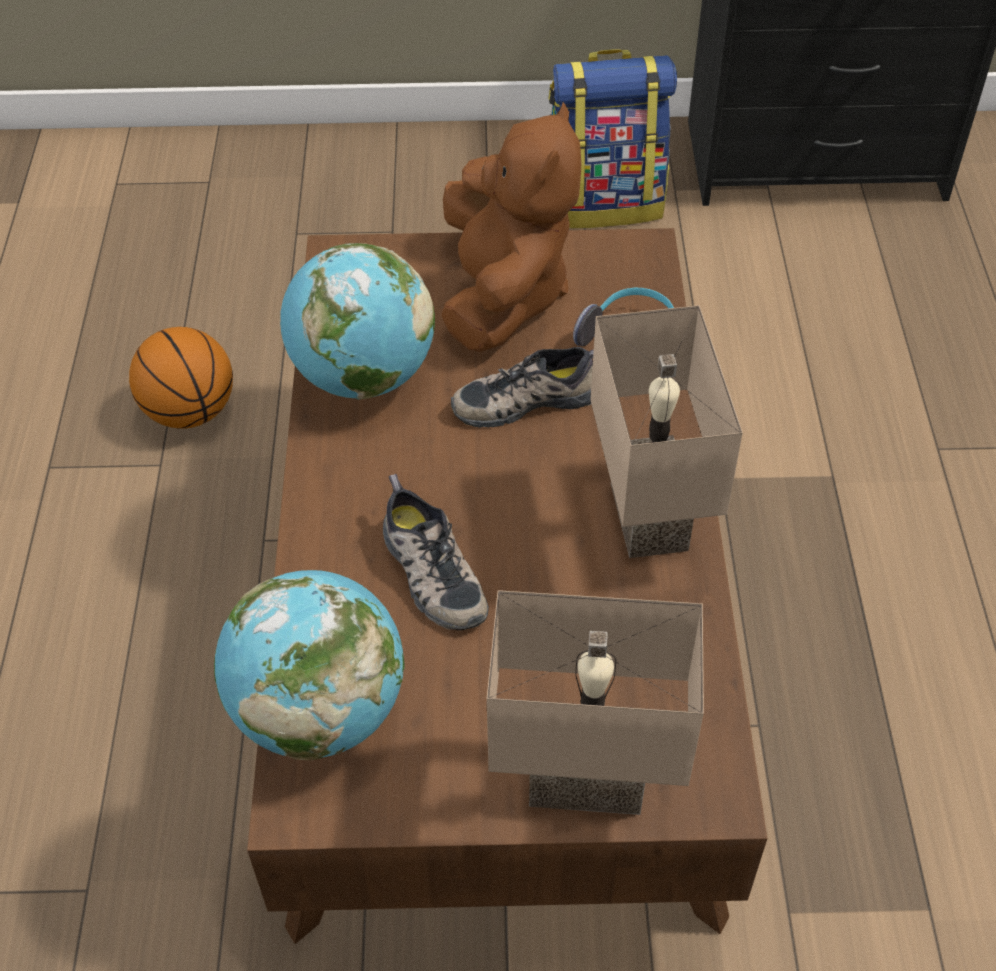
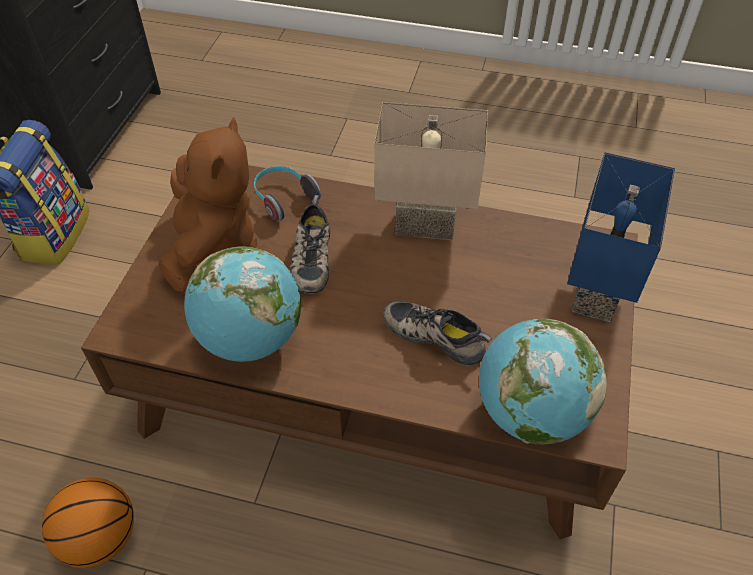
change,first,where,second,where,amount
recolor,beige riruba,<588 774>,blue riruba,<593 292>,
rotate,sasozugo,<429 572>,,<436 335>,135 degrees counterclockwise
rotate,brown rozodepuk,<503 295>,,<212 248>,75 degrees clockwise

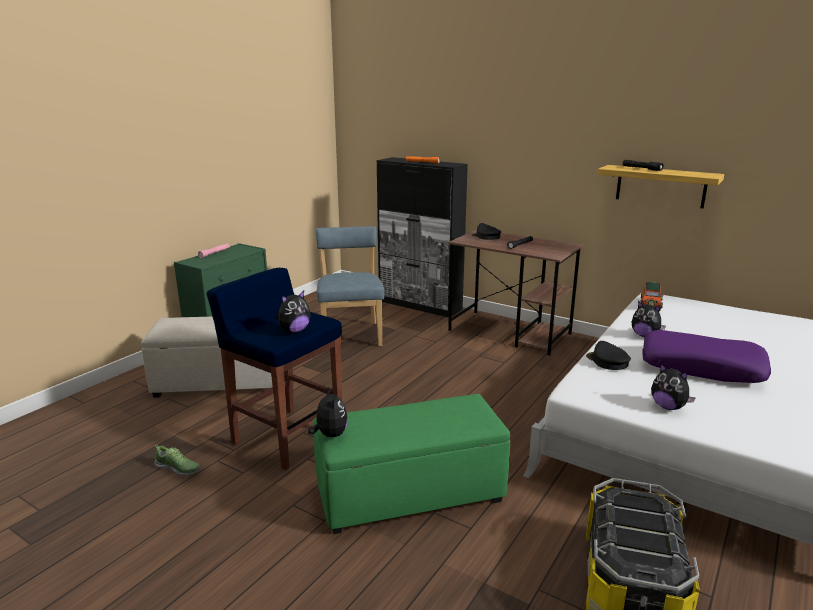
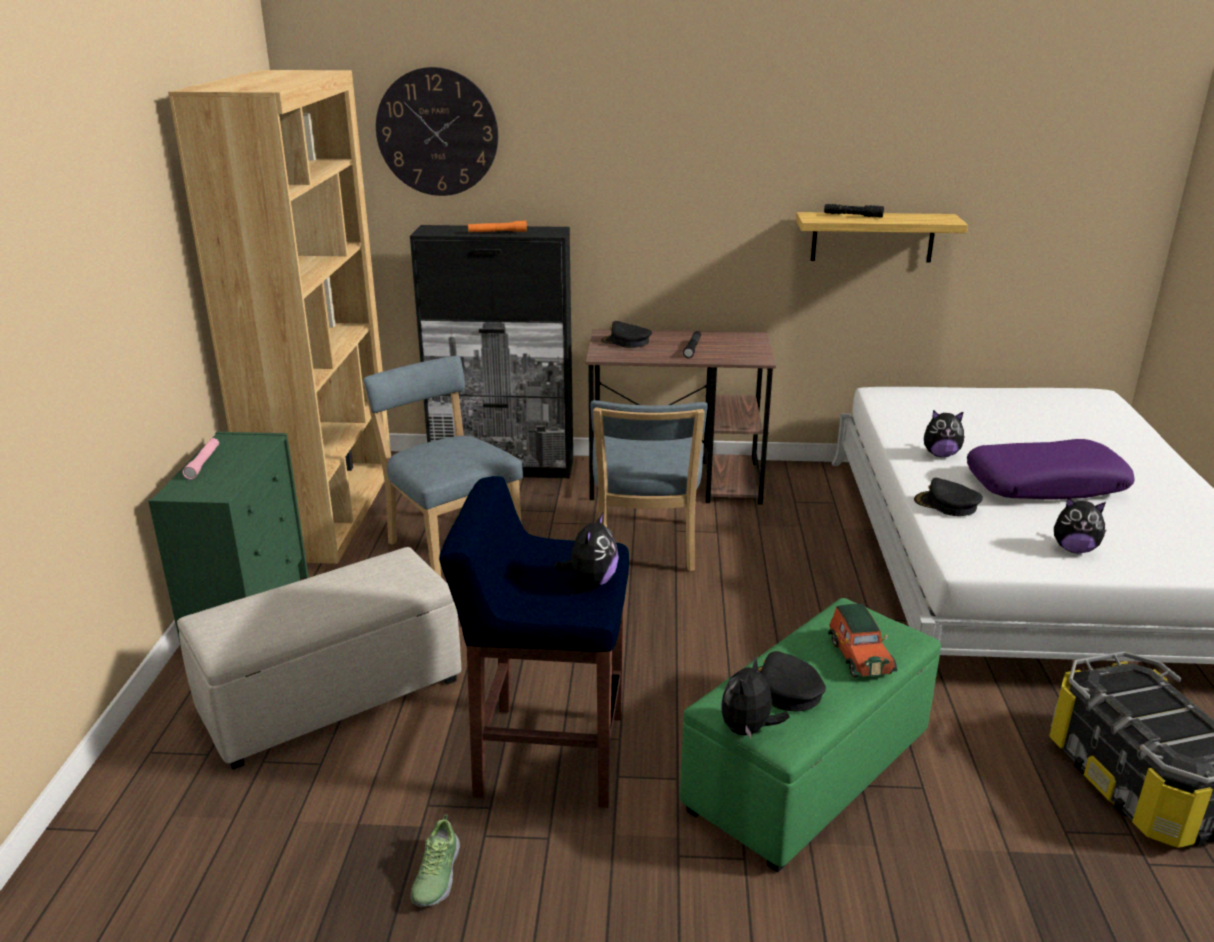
change,first,where,second,where,amount
insert,,,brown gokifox,<328 512>,
insert,,,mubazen,<437 132>,
insert,,,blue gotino,<645 548>,
insert,,,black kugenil,<785 689>,
move,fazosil,<650 304>,,<858 655>,
rotate,sasozugo,<178 468>,,<435 876>,105 degrees clockwise
rotate,rozodepuk,<330 435>,,<748 729>,105 degrees counterclockwise

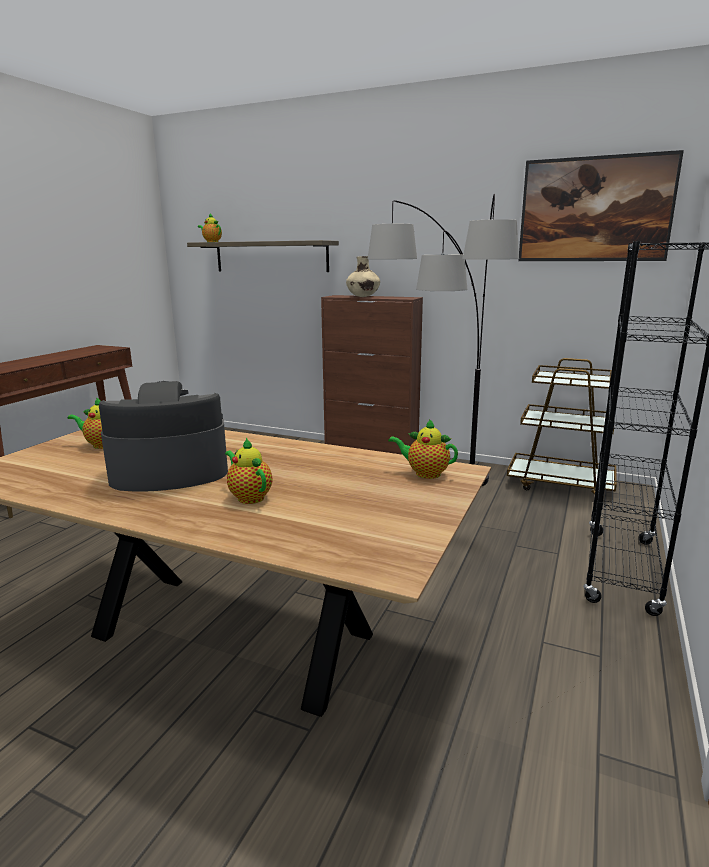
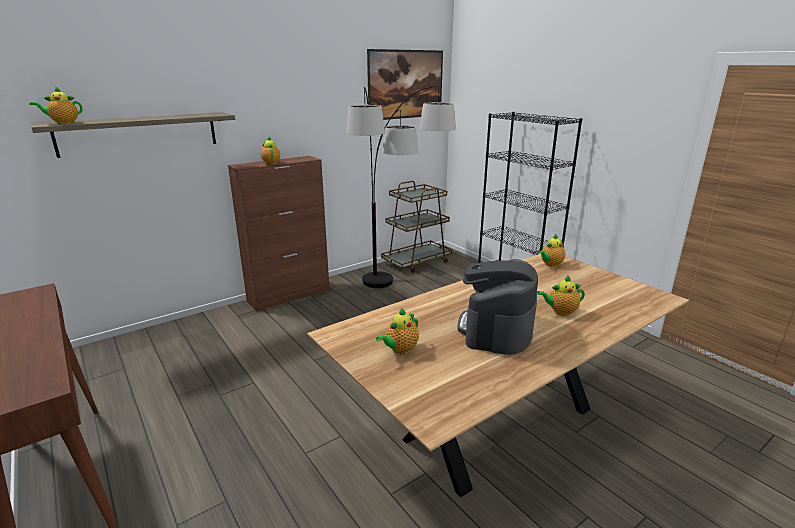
change,first,where,second,where,amount
replace,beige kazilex,<363 297>,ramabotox,<271 163>,

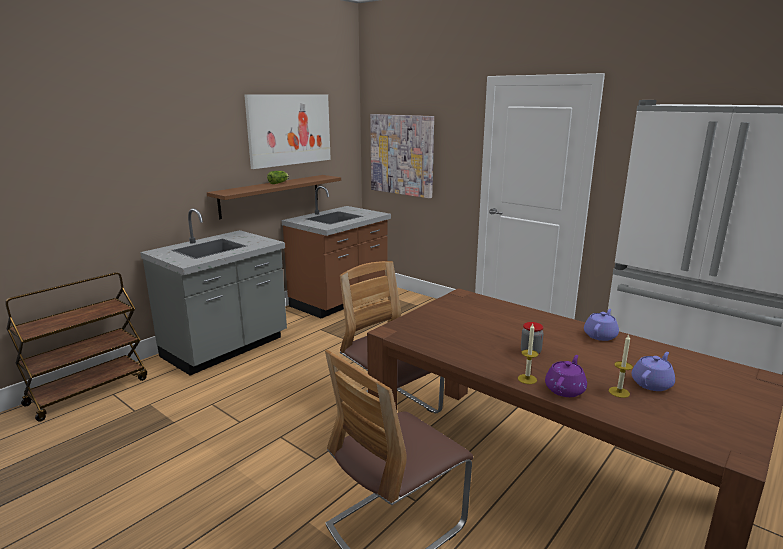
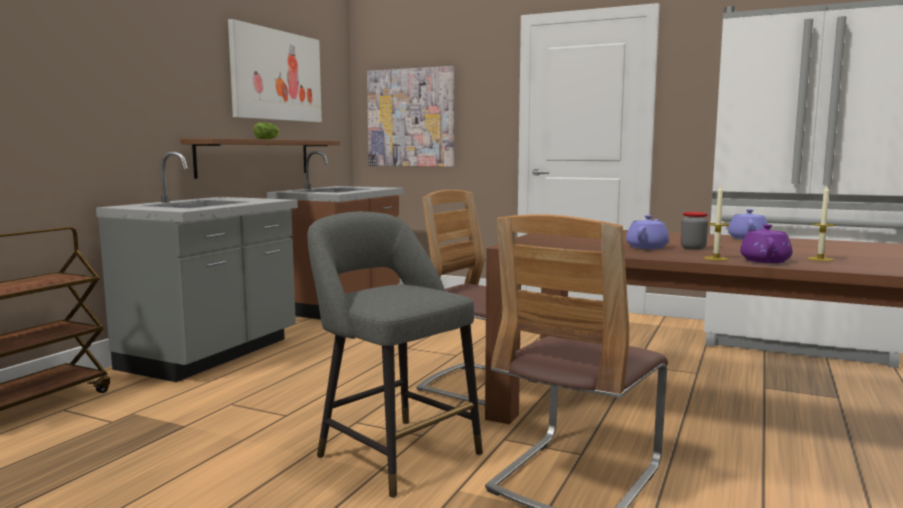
change,first,where,second,where,amount
insert,,,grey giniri,<393 452>,
move,purple ramabotox,<652 383>,,<647 247>,

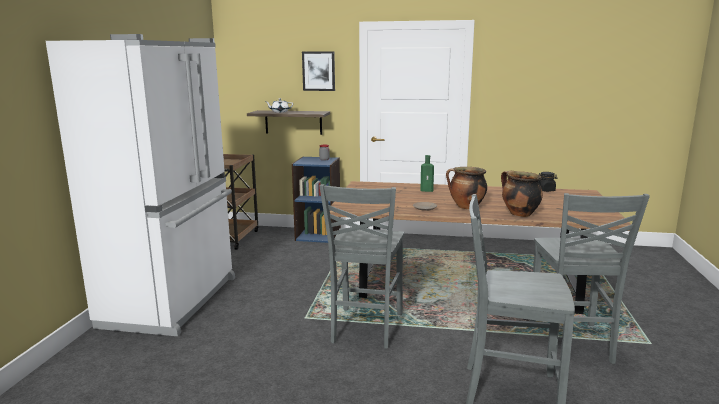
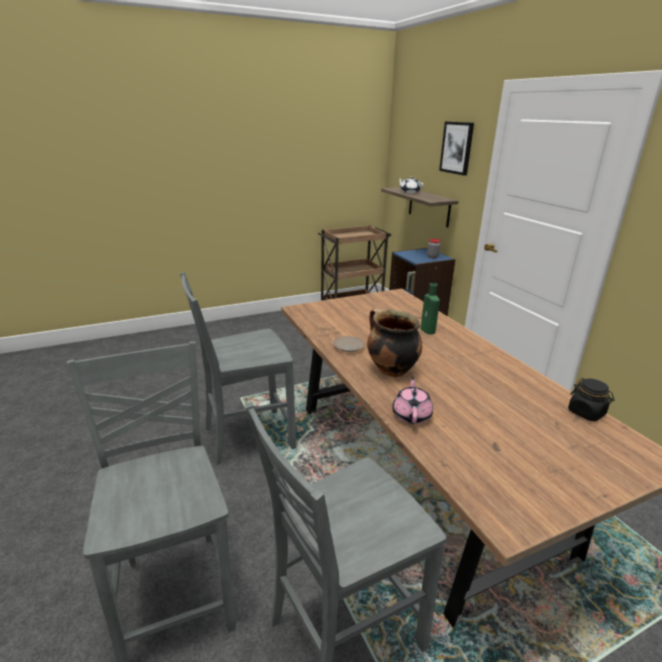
change,first,where,second,where,amount
delete,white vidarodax,<173 301>,,,
replace,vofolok,<519 214>,pink ramabotox,<411 415>,

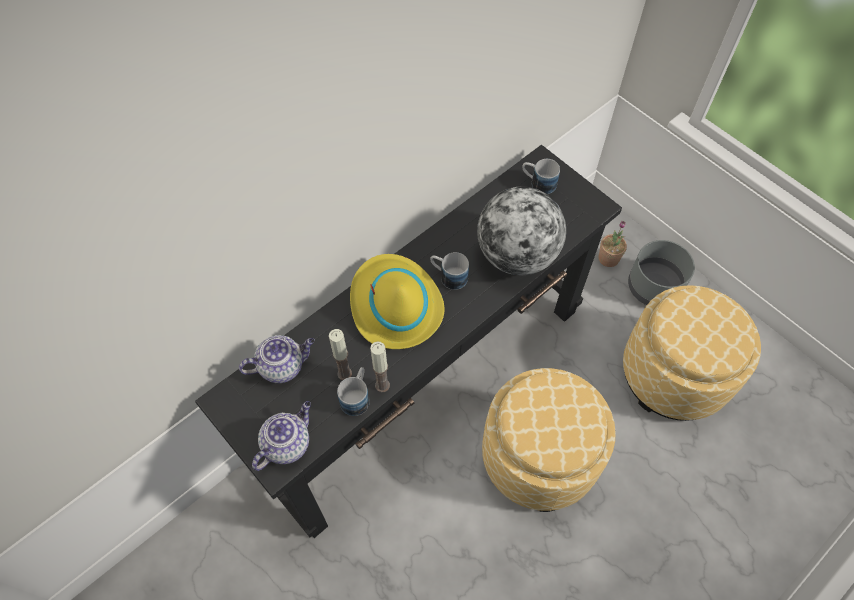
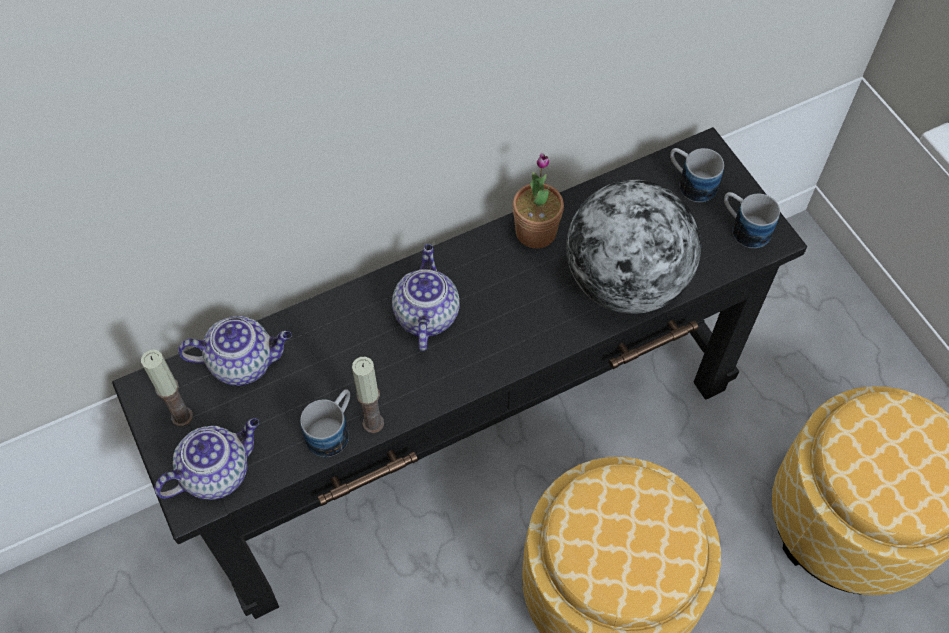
change,first,where,second,where,amount
delete,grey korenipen,<653 286>,,,
move,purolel,<344 373>,,<182 416>,
move,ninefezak,<448 276>,,<743 227>,
move,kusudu,<608 258>,,<535 232>,
replace,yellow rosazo,<395 305>,ramabotox,<426 314>,

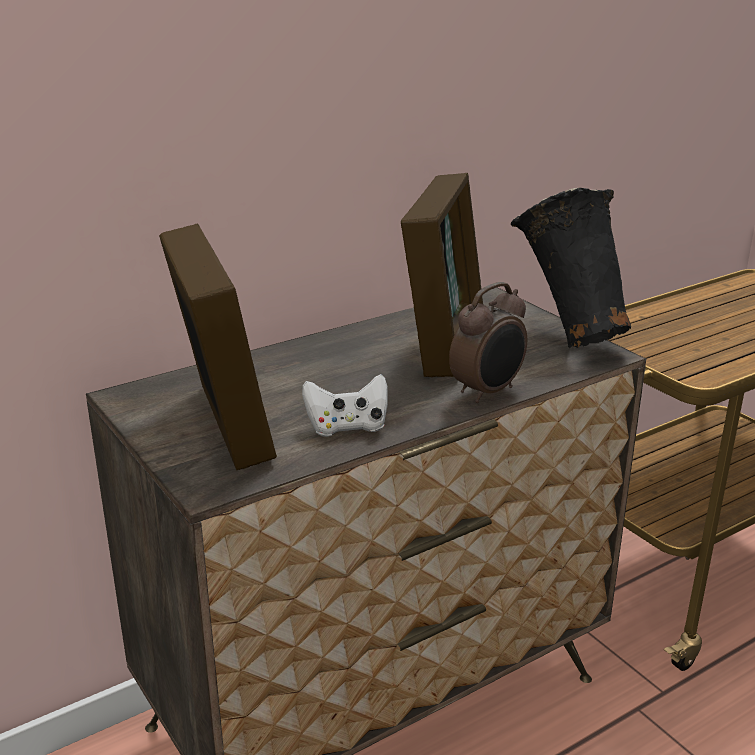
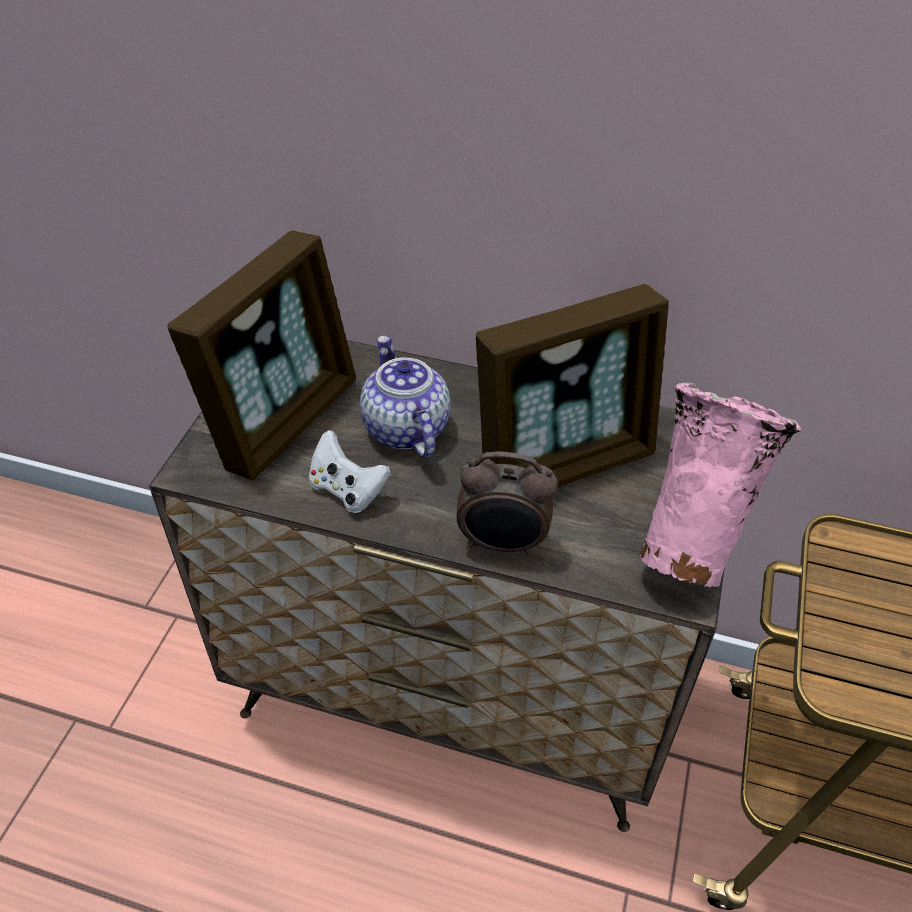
change,first,where,second,where,amount
insert,,,ramabotox,<404 428>,
recolor,black kazilex,<567 335>,pink kazilex,<692 538>,

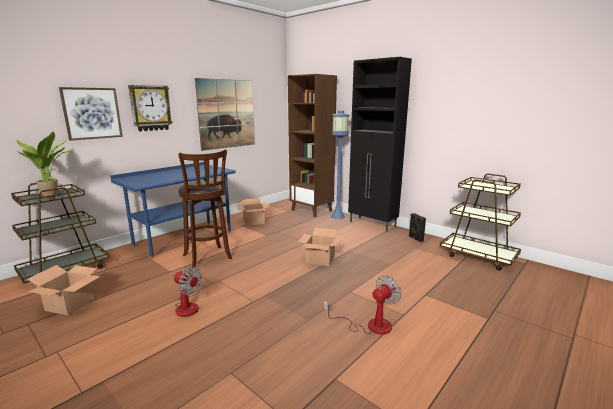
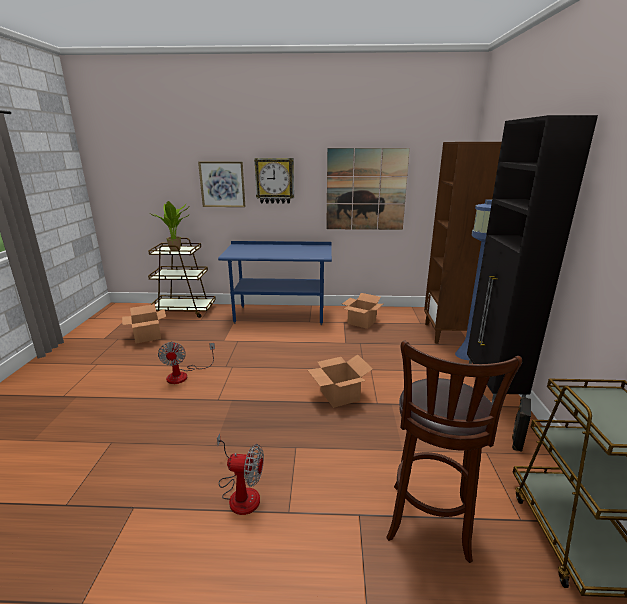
change,first,where,second,where,amount
move,brown giniri,<208 258>,,<429 525>,

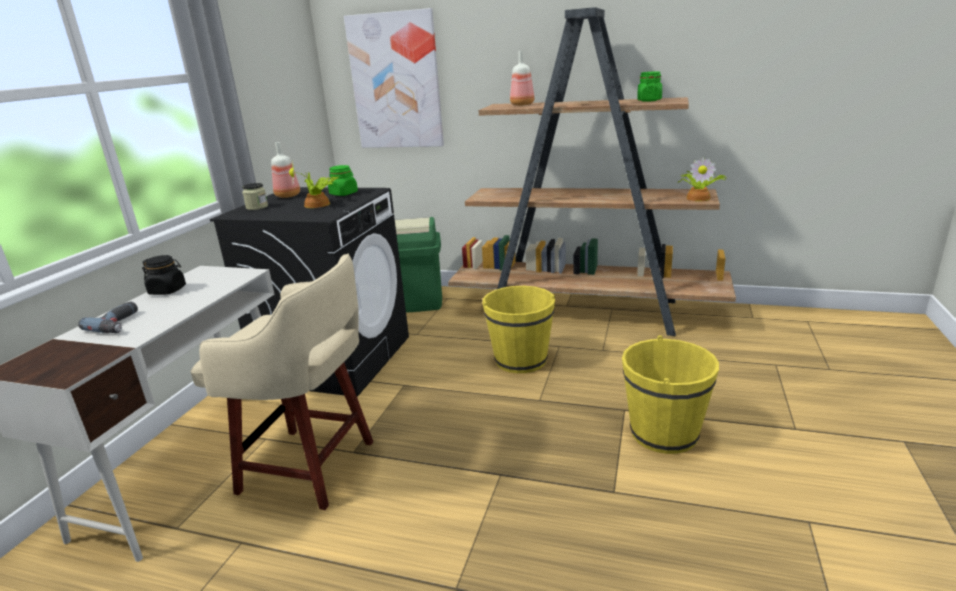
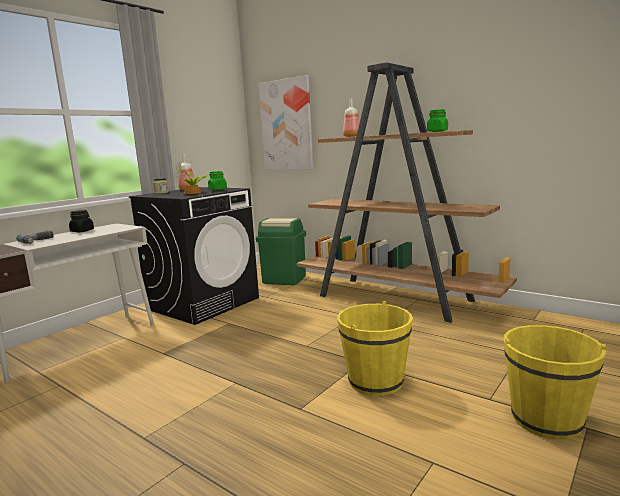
change,first,where,second,where,amount
delete,beige giniri,<312 467>,,,
delete,kusudu,<699 198>,,,
move,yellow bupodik,<520 360>,,<546 419>,

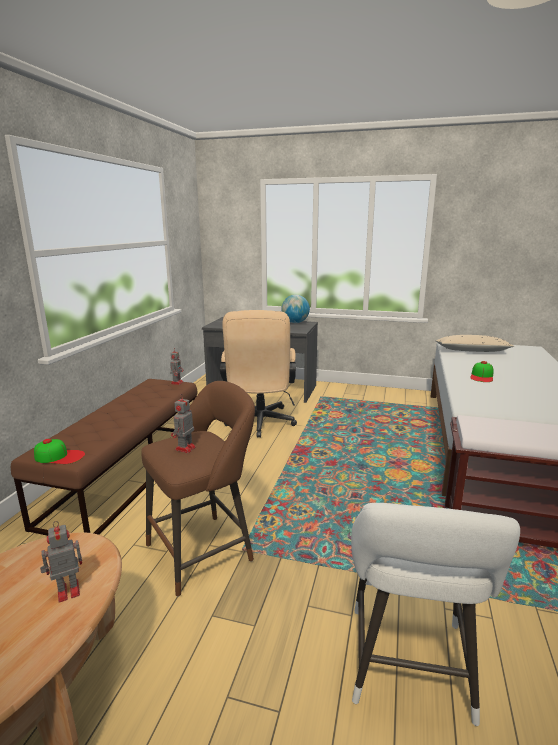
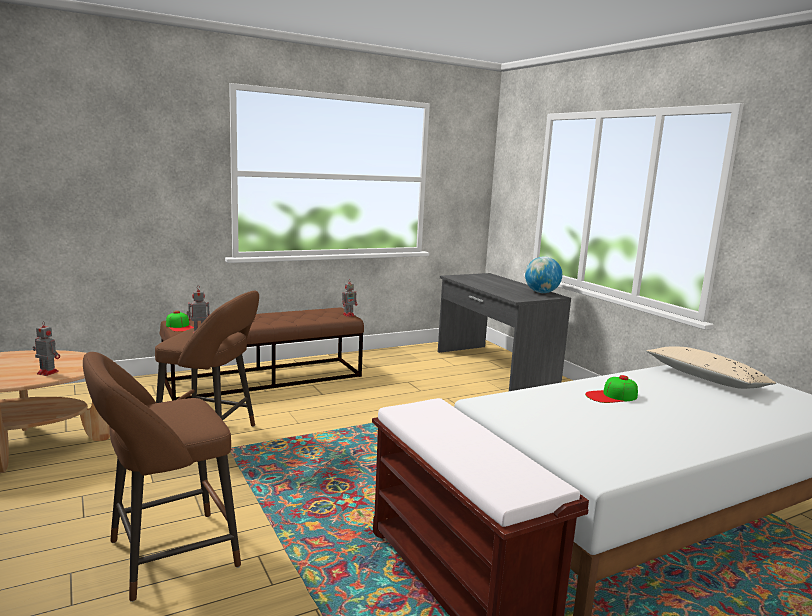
change,first,where,second,where,amount
delete,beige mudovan,<260 424>,,,
recolor,white giniri,<409 670>,brown giniri,<165 557>,

